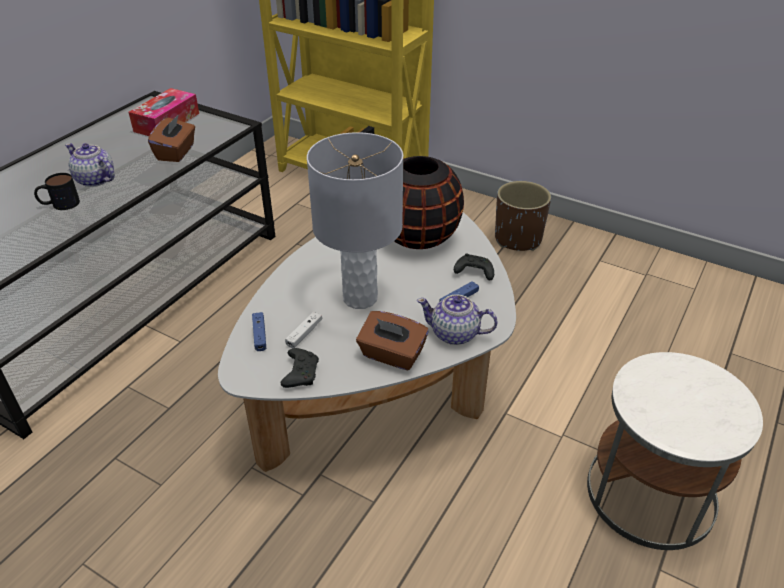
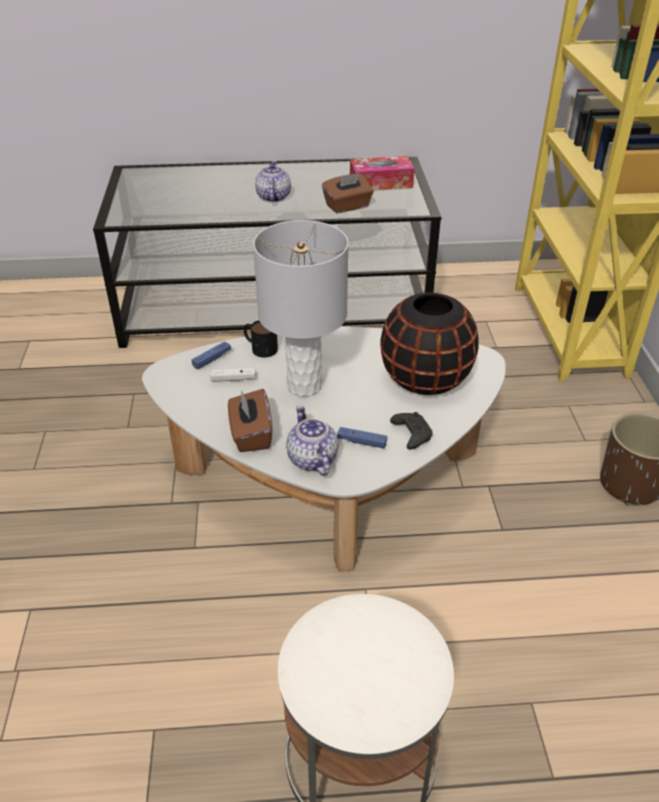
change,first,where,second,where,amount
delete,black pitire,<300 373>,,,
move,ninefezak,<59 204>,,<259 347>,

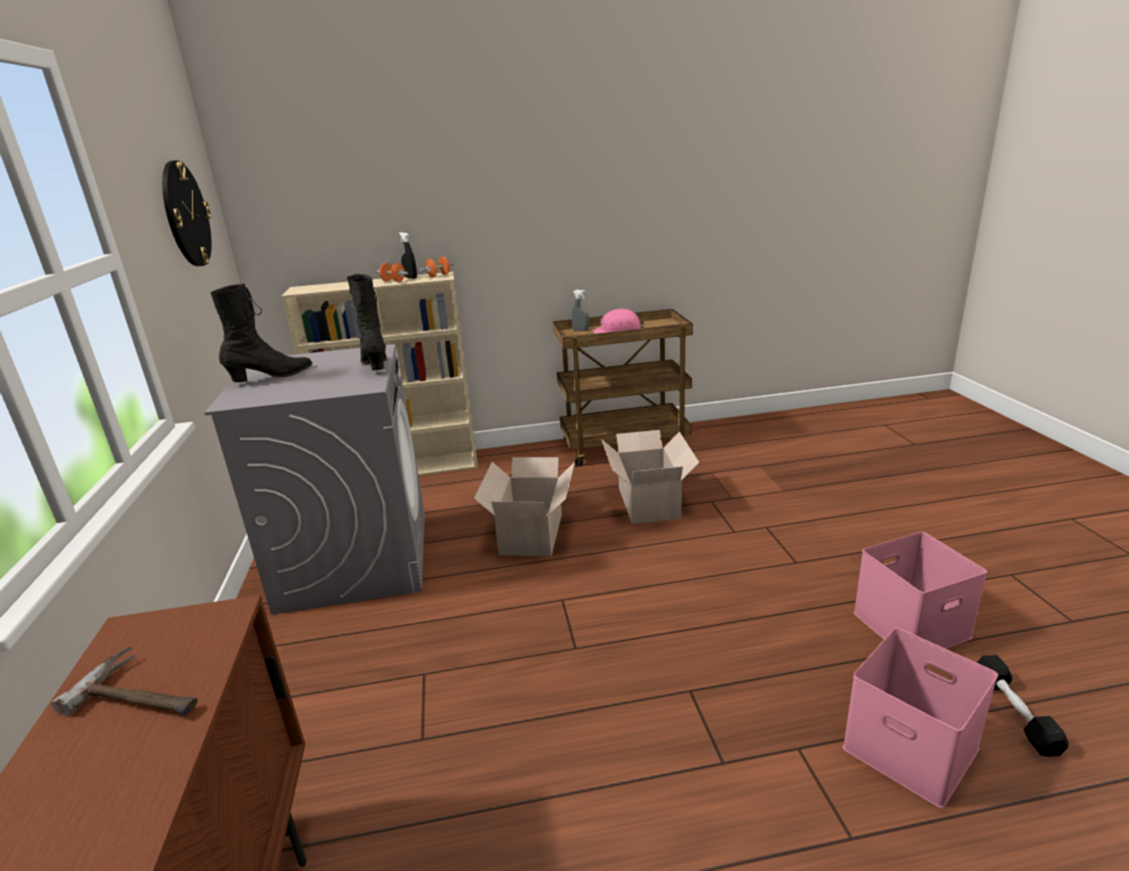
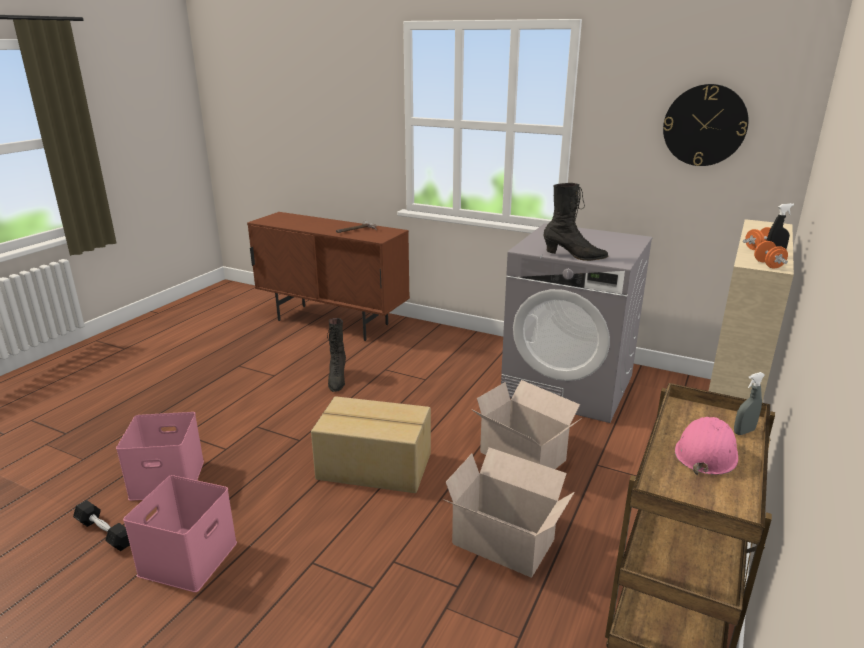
change,first,where,second,where,amount
insert,,,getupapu,<374 467>,
move,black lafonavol,<271 377>,,<337 380>,

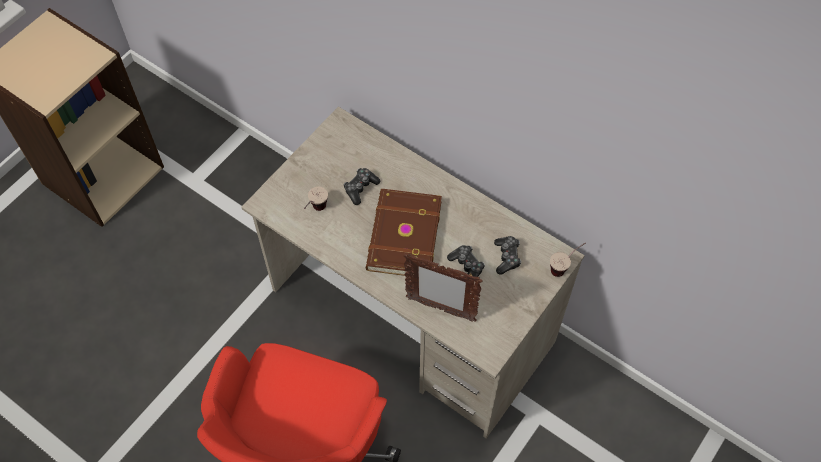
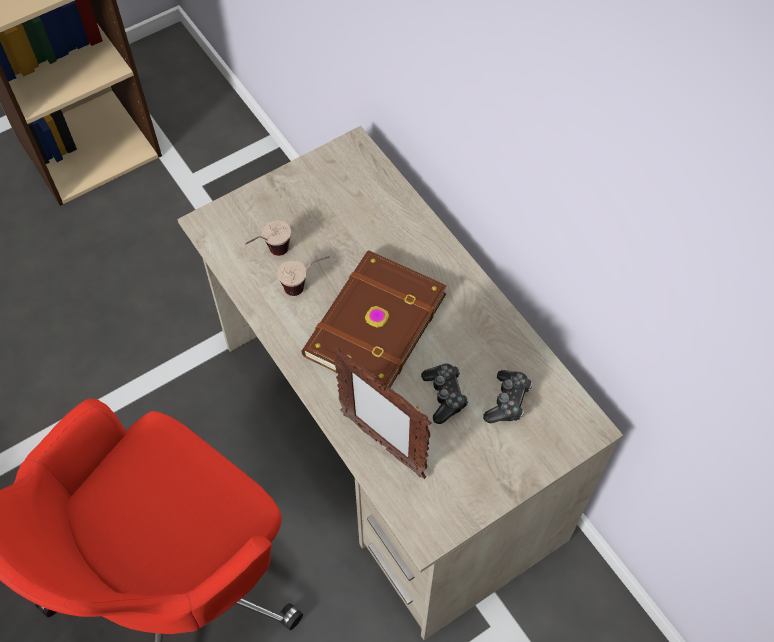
change,first,where,second,where,amount
delete,pitire,<360 188>,,,
move,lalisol,<564 267>,,<306 286>,

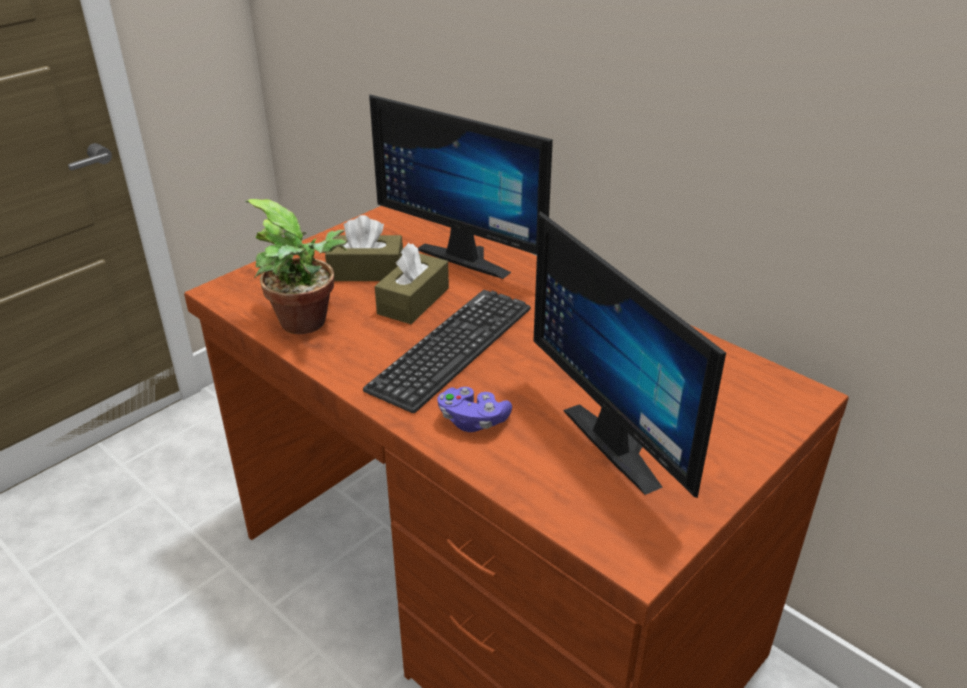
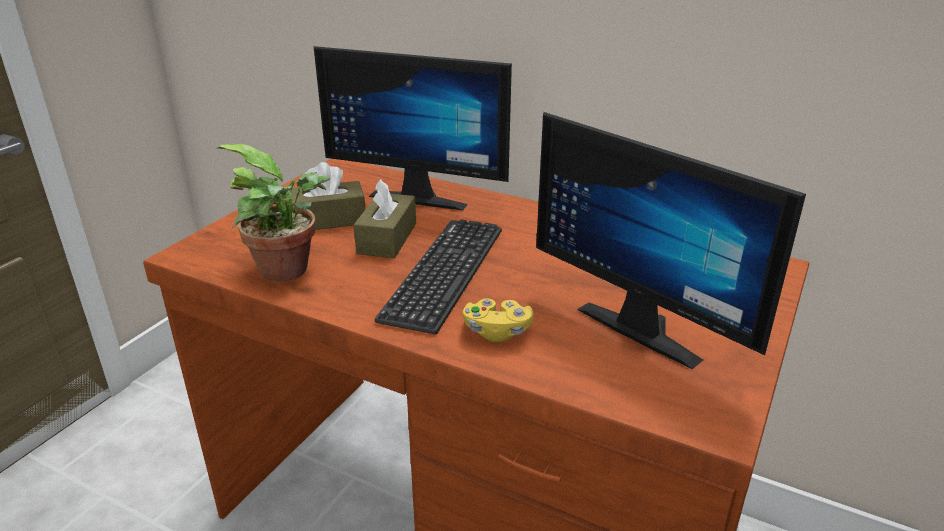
change,first,where,second,where,amount
recolor,purple pitire,<473 421>,yellow pitire,<497 332>,

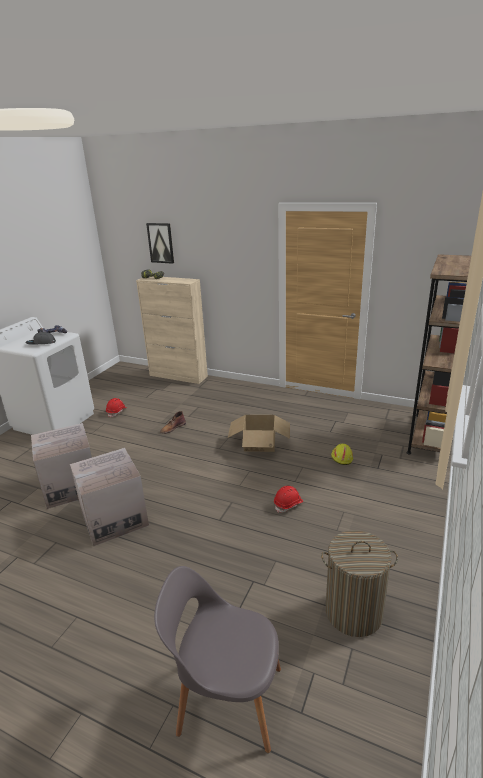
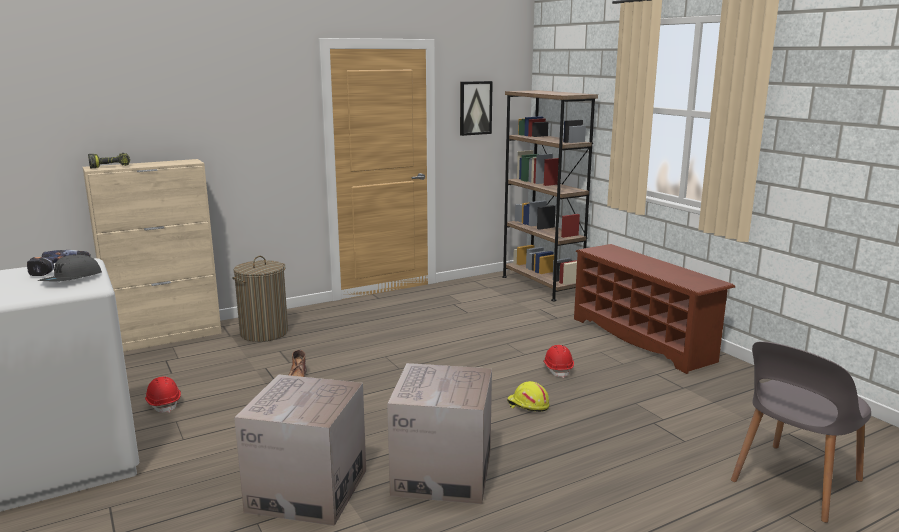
change,first,where,second,where,amount
delete,getupapu,<259 443>,,,
insert,,,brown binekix,<643 339>,
move,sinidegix,<161 243>,,<475 108>,
move,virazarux,<353 612>,,<264 333>,
move,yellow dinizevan,<341 457>,,<527 405>,

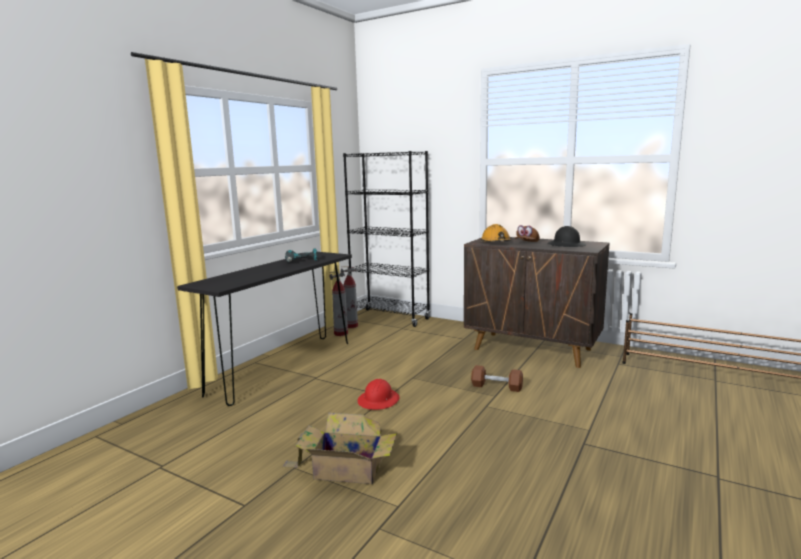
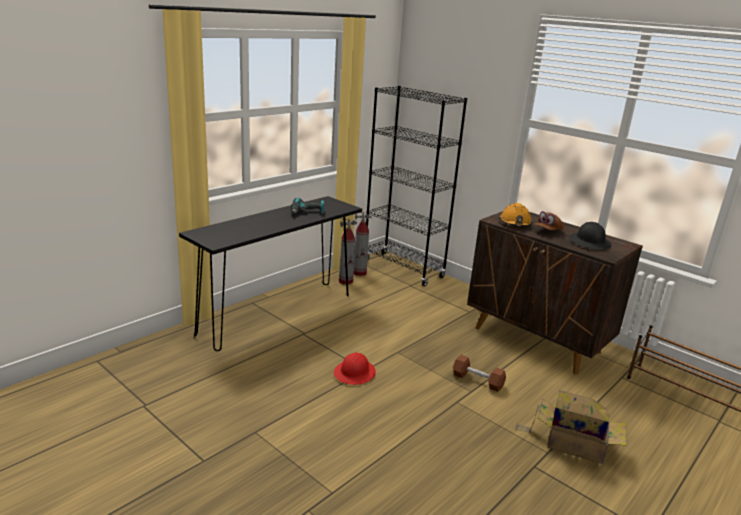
change,first,where,second,where,amount
move,getupapu,<345 469>,,<572 443>,

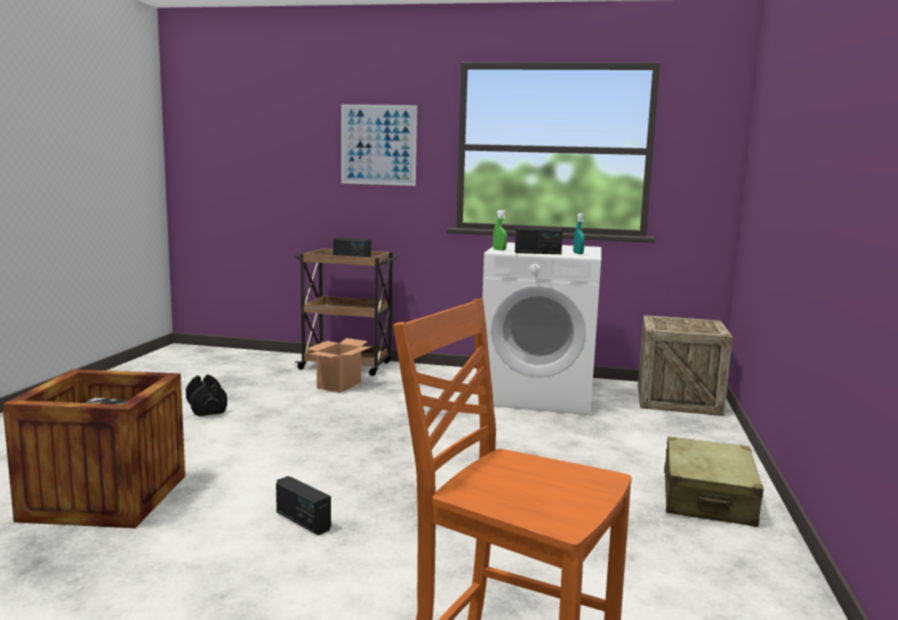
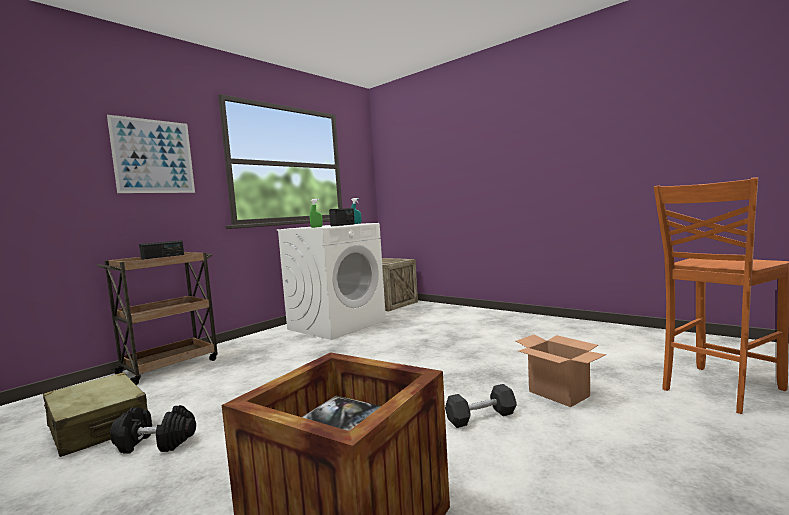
change,first,where,second,where,amount
move,getupapu,<339 385>,,<559 394>,
move,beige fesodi,<707 498>,,<98 427>,
replace,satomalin,<302 521>,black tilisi,<481 417>,

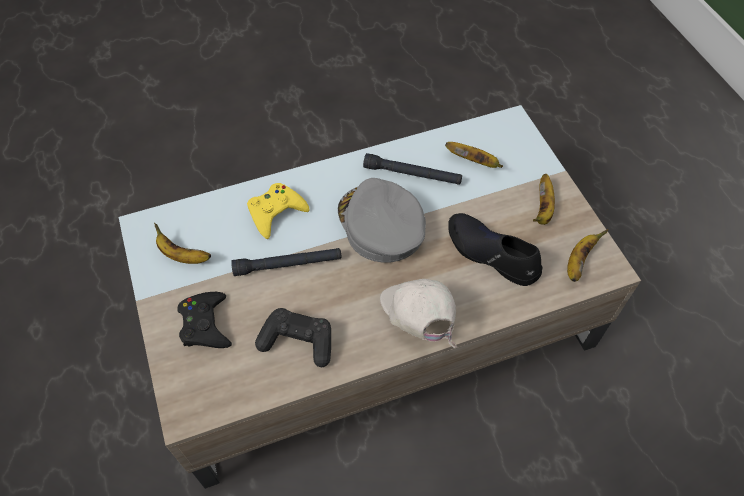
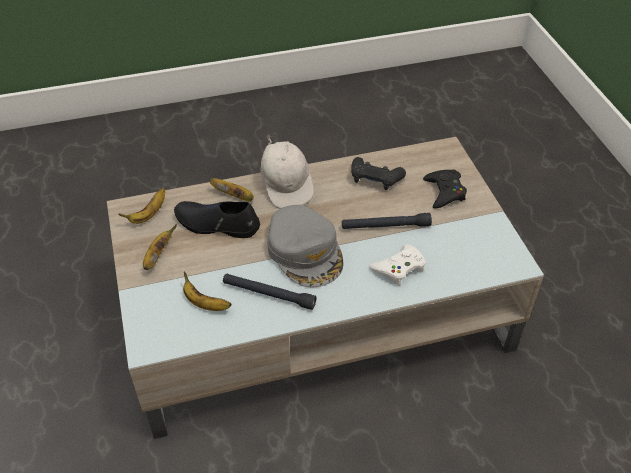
change,first,where,second,where,amount
move,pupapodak,<182 256>,,<235 197>,
recolor,yellow pitire,<276 212>,white pitire,<399 268>,
rotate,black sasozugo,<491 253>,,<217 224>,150 degrees clockwise

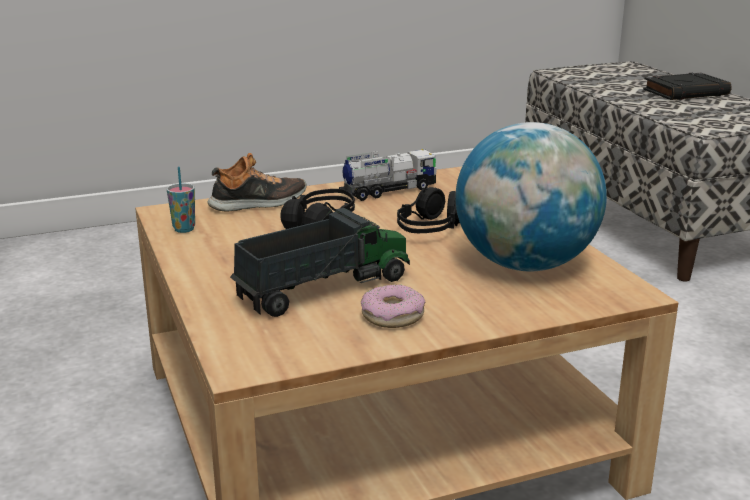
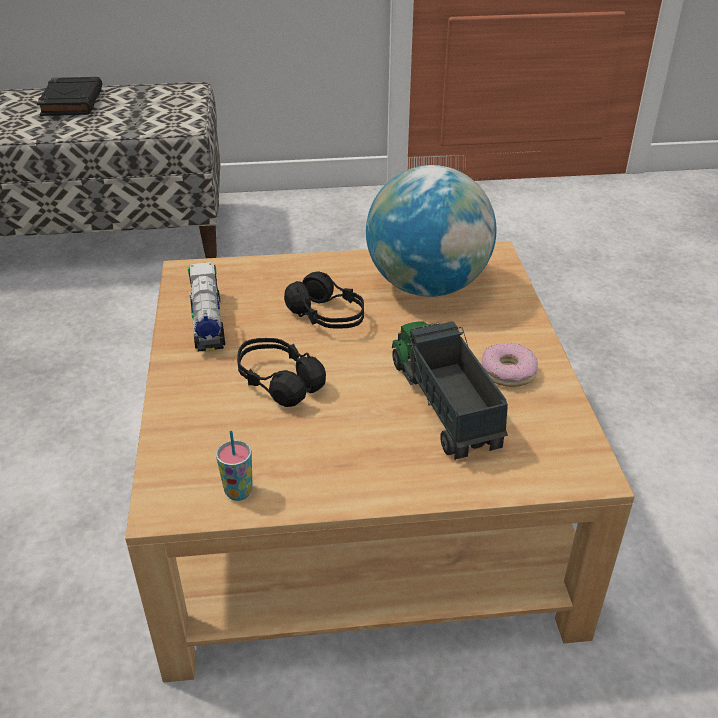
change,first,where,second,where,amount
delete,sasozugo,<259 203>,,,

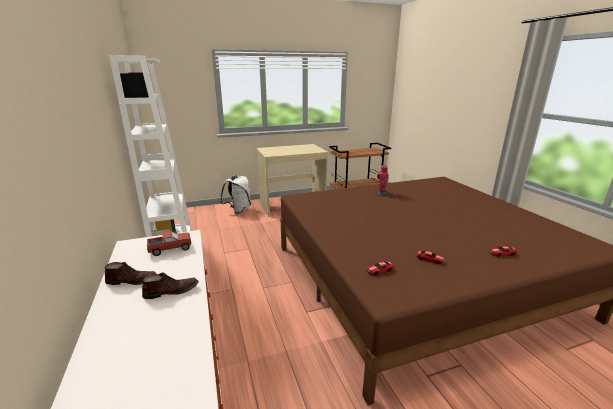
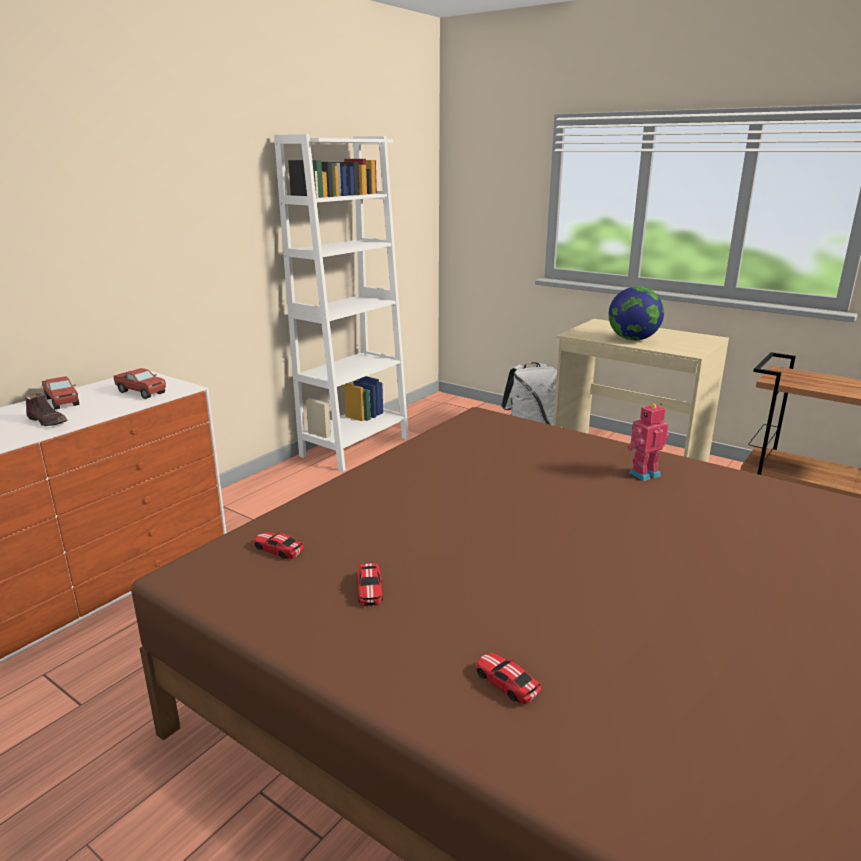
change,first,where,second,where,amount
insert,,,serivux,<633 339>,
replace,brown sasozugo,<132 280>,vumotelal,<62 401>,

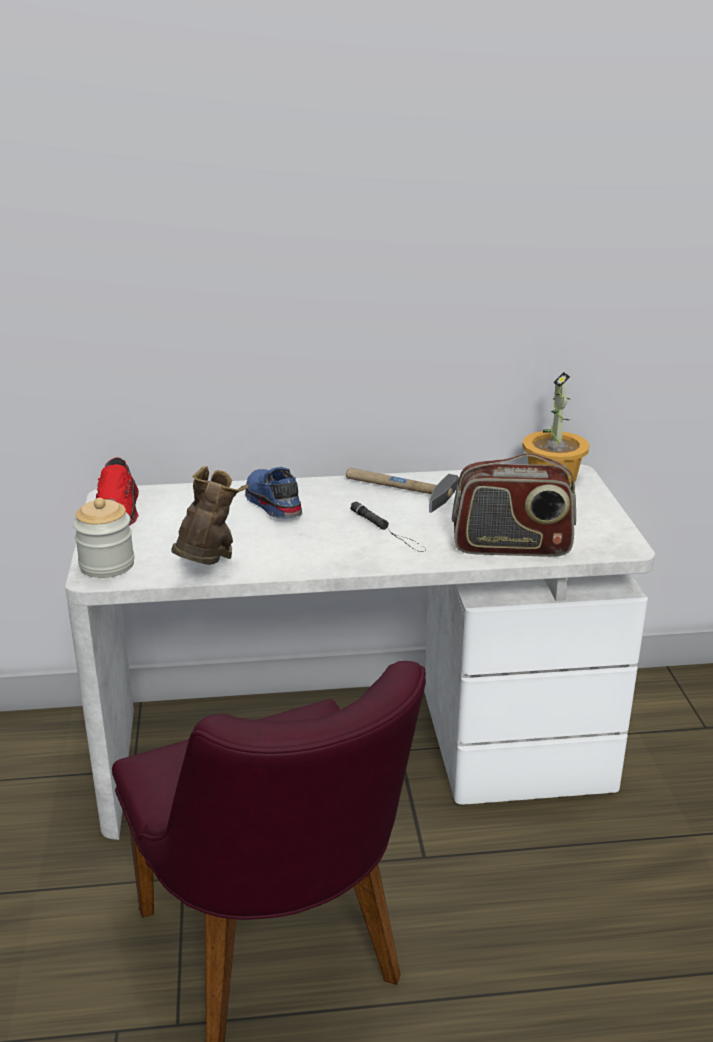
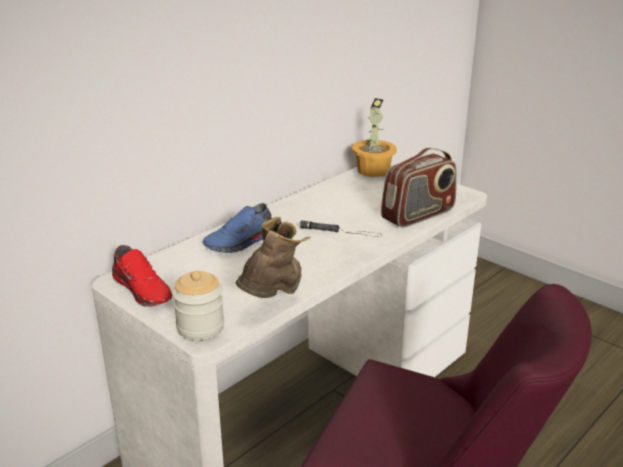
change,first,where,second,where,amount
delete,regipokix,<397 489>,,,
rotate,brown lafonavol,<209 568>,,<274 298>,60 degrees clockwise
rotate,blue sasozugo,<271 503>,,<242 242>,60 degrees counterclockwise

